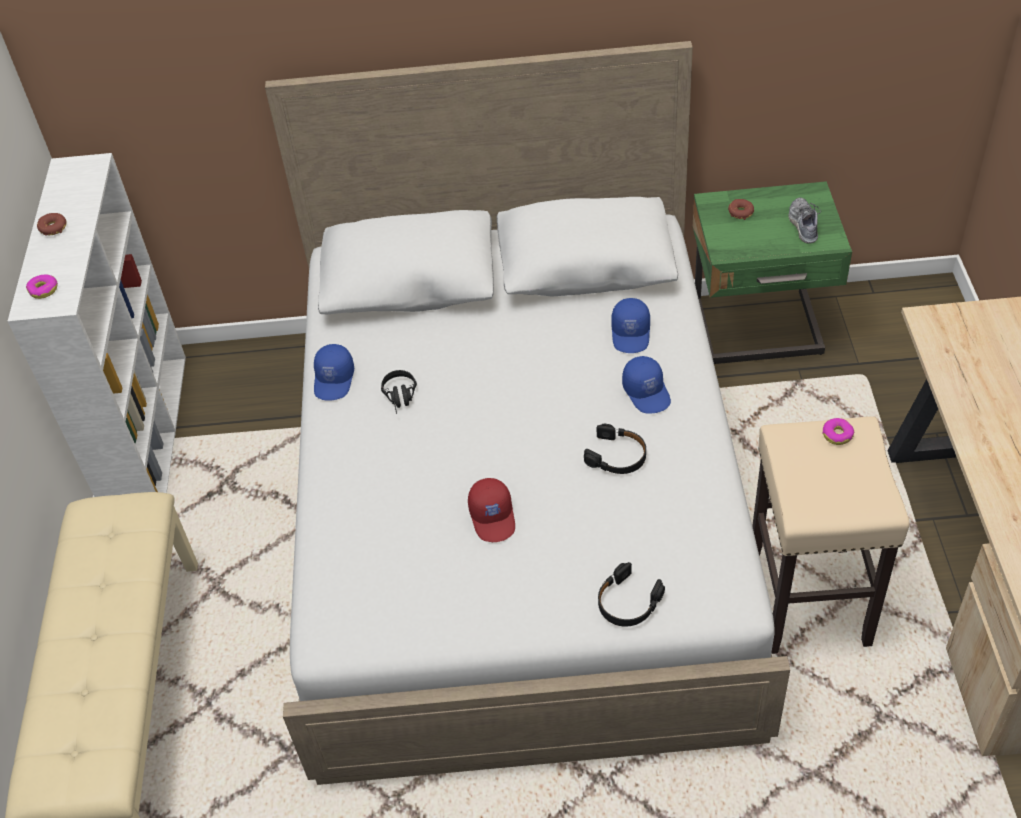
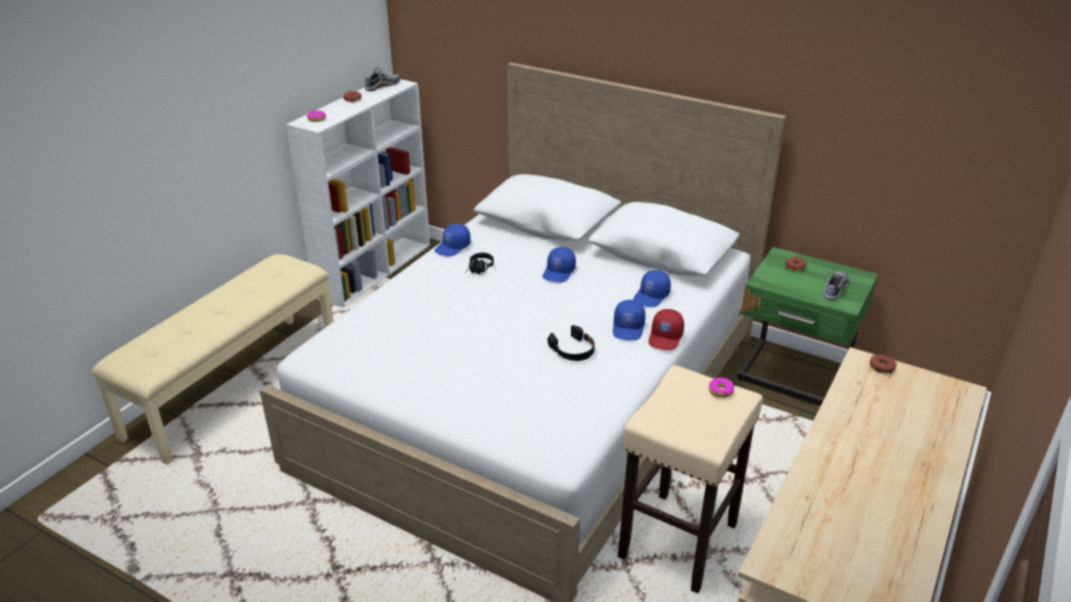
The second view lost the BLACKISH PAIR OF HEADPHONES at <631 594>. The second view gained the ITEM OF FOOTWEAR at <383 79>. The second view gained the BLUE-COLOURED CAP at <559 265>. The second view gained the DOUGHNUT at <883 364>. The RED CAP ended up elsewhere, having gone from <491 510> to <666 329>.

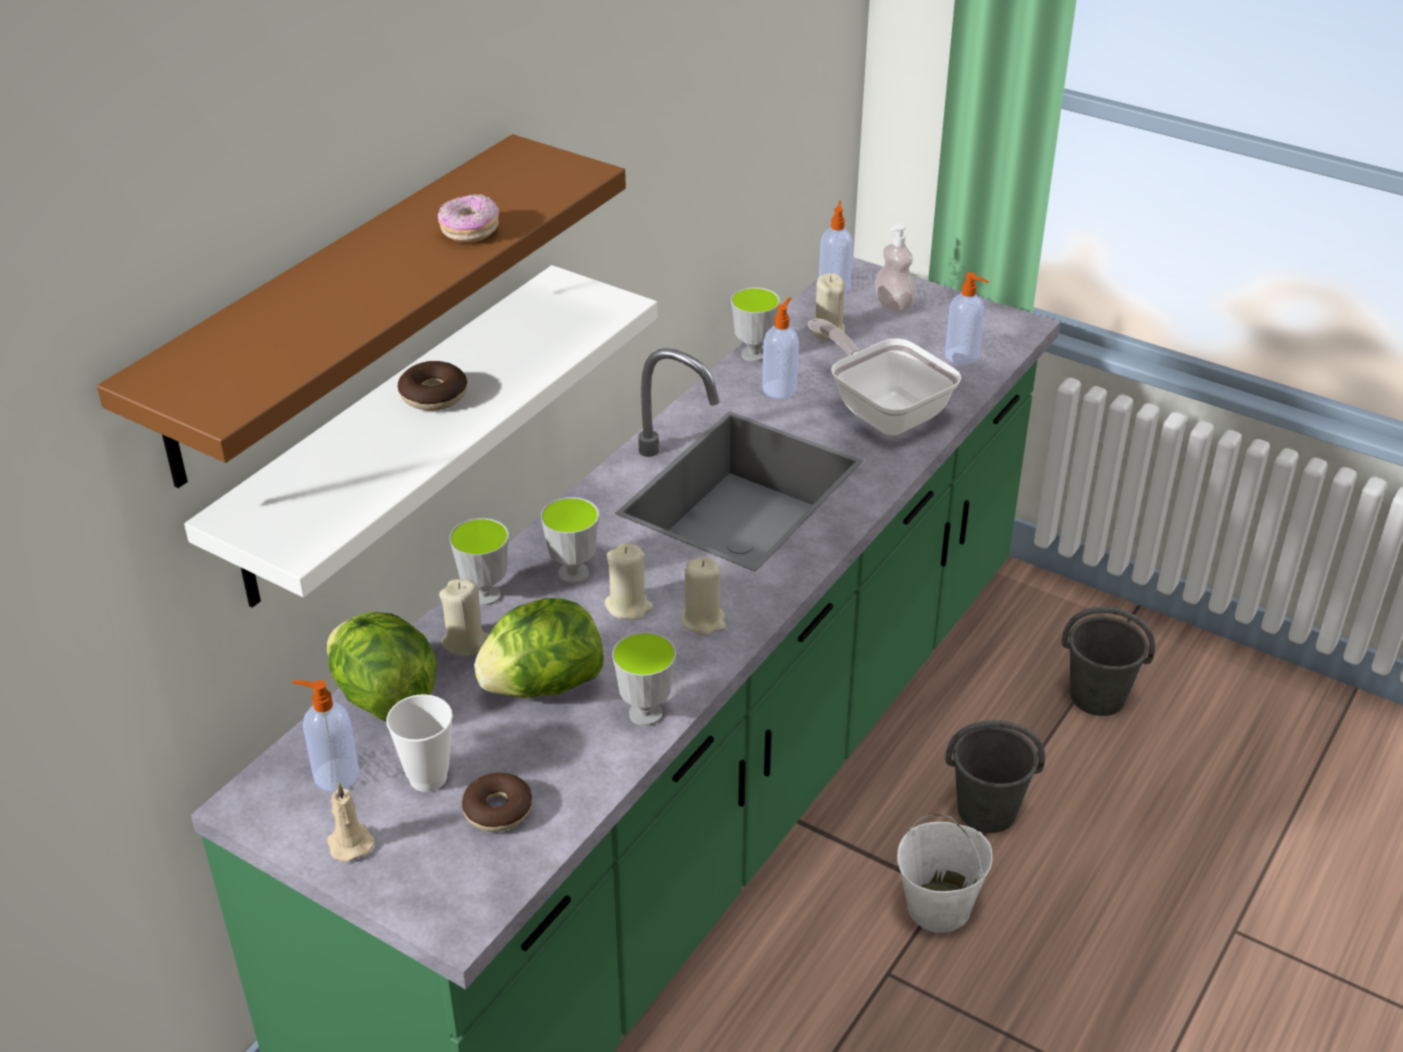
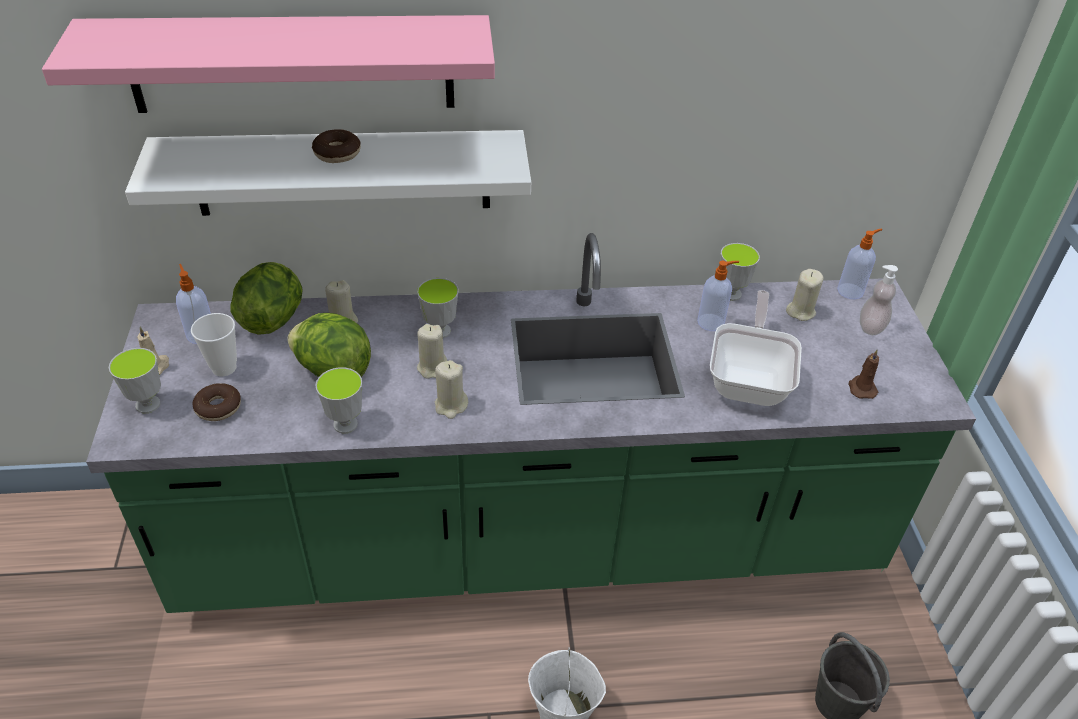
The second view lost the DOUGHNUT at <468 218>. The second view lost the GREY WATER BUCKET at <995 776>. The DRINKING CUP ended up elsewhere, having gone from <479 562> to <135 380>. Where the LIQUID SOAP BOTTLE stood at <967 318>, the BROWN CANDLE came to stand at <864 374>. What was the BROWN SHELF at <361 311> turned into the PINKISH SHELF at <268 64>.

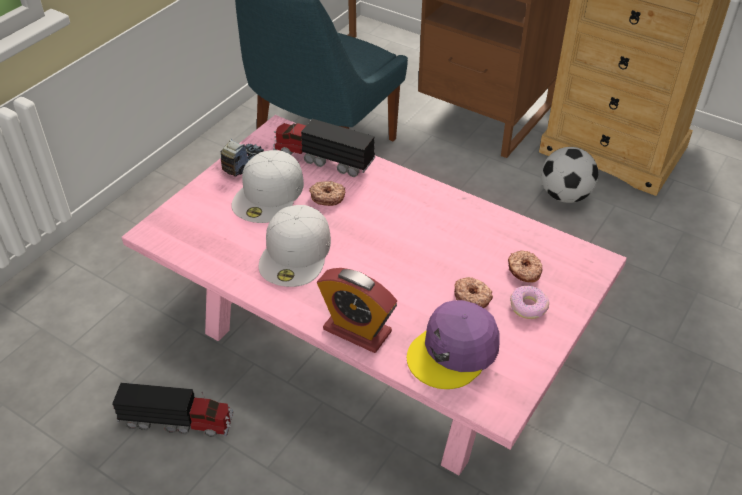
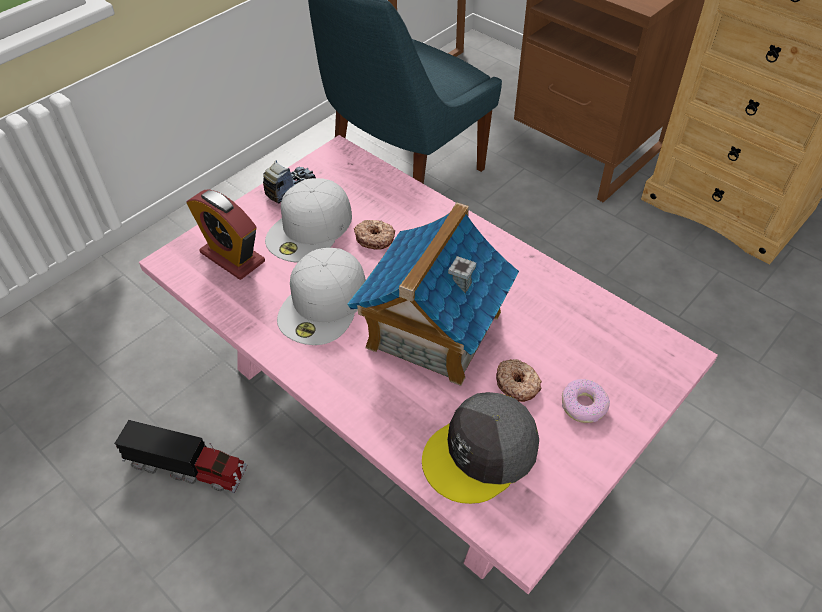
The second view lost the TOY LORRY at <324 148>. The second view lost the DOUGHNUT at <525 267>. The second view lost the FOOTBALL BALL at <570 175>. The second view gained the MODEL HOUSE at <433 294>. The BEDSIDE CLOCK ended up elsewhere, having gone from <357 310> to <225 234>. What was the PURPLE CAP at <453 344> turned into the GREY CAP at <480 448>.

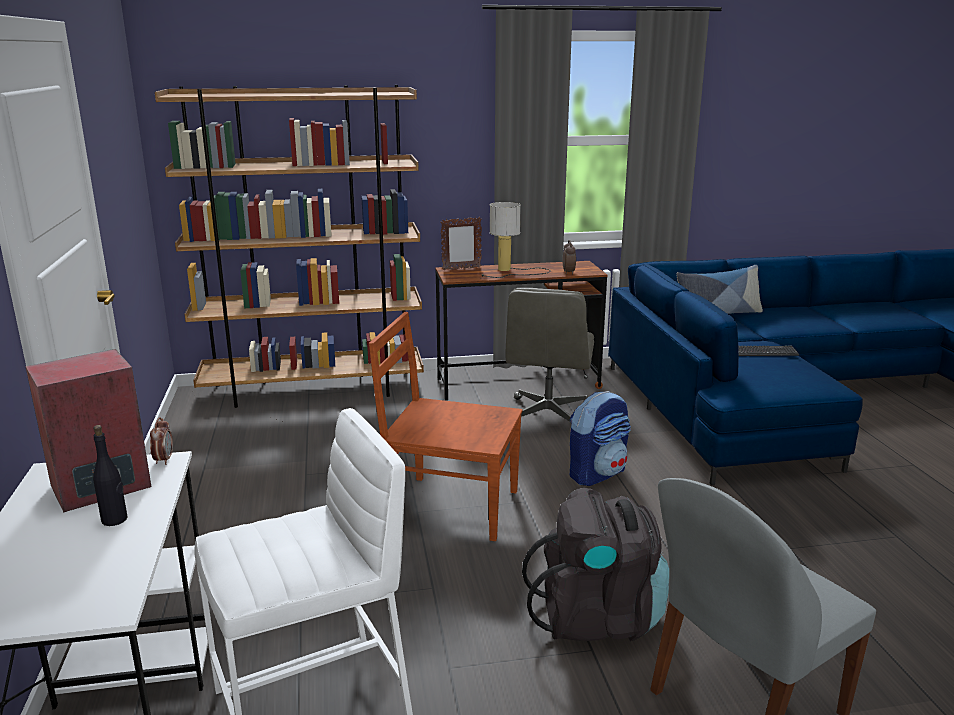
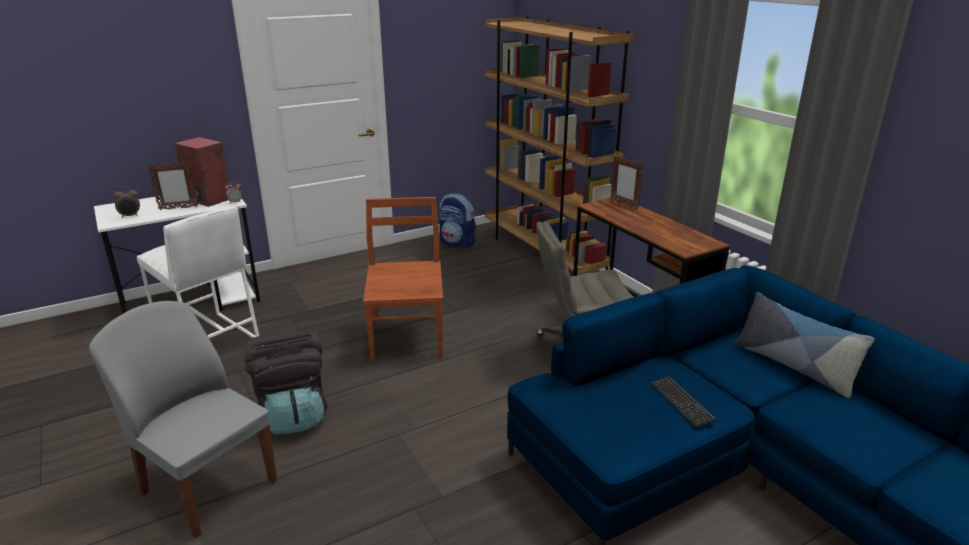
The second view lost the TABLETOP LAMP at <516 240>. The BEDSIDE CLOCK ended up elsewhere, having gone from <569 257> to <126 202>. The RUCKSACK ended up elsewhere, having gone from <600 438> to <457 221>. Where the BLACKISH BOTTLE stood at <110 475>, the PICTURE FRAME came to stand at <173 185>.

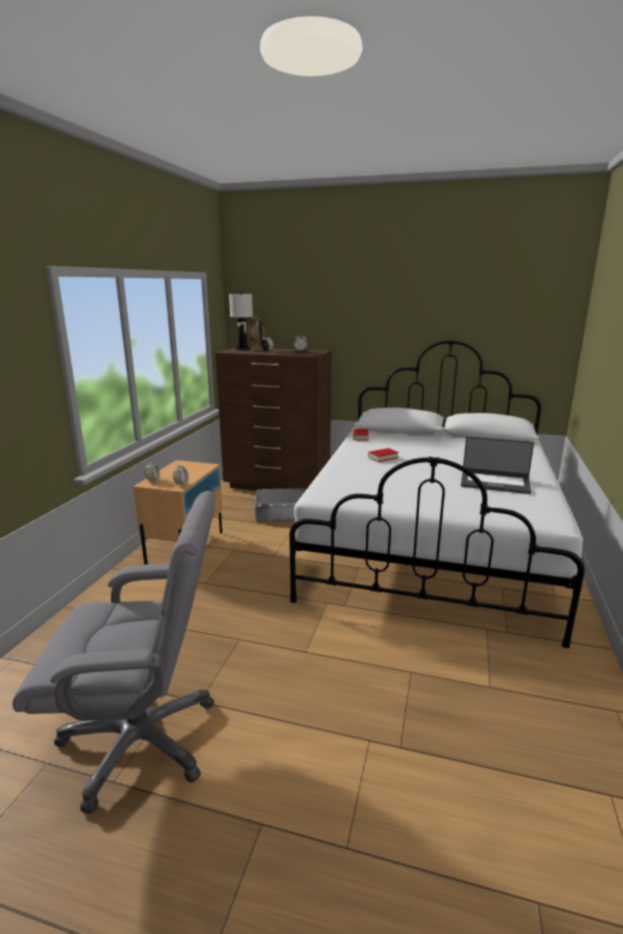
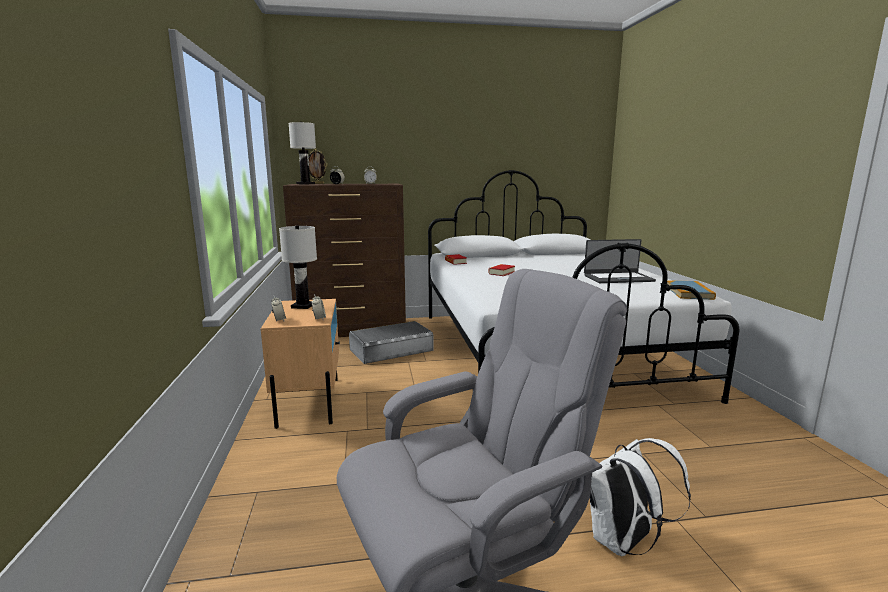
The second view gained the WHITE-COLOURED TABLETOP LAMP at <298 267>. The second view gained the WHITE-COLOURED RUCKSACK at <640 497>. The second view gained the VOLUME at <691 290>.

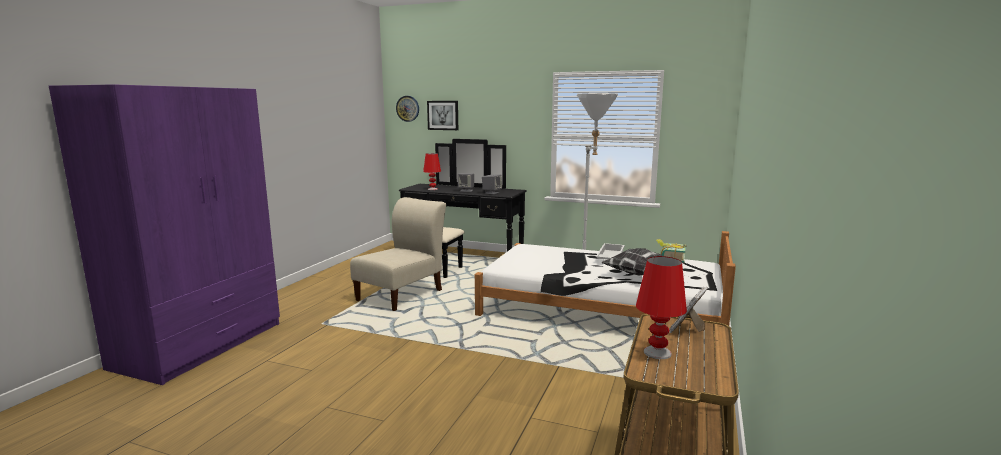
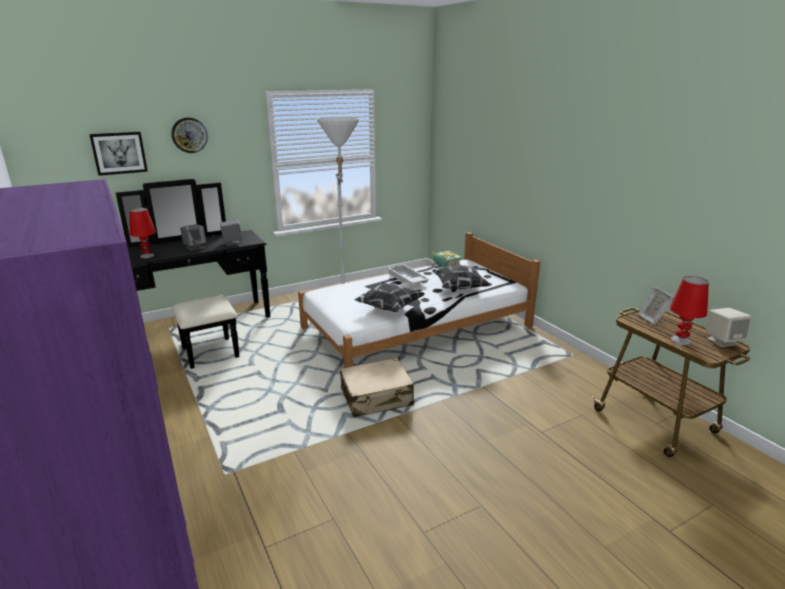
The second view lost the BEIGE UPRIGHT CHAIR at <398 254>. The second view gained the BEIGE SUITCASE at <377 387>. The second view gained the CUSHION at <389 297>. The second view gained the BEIGE AUDIO SPEAKER at <729 327>. The WALL CLOCK ended up elsewhere, having gone from <407 109> to <189 135>.

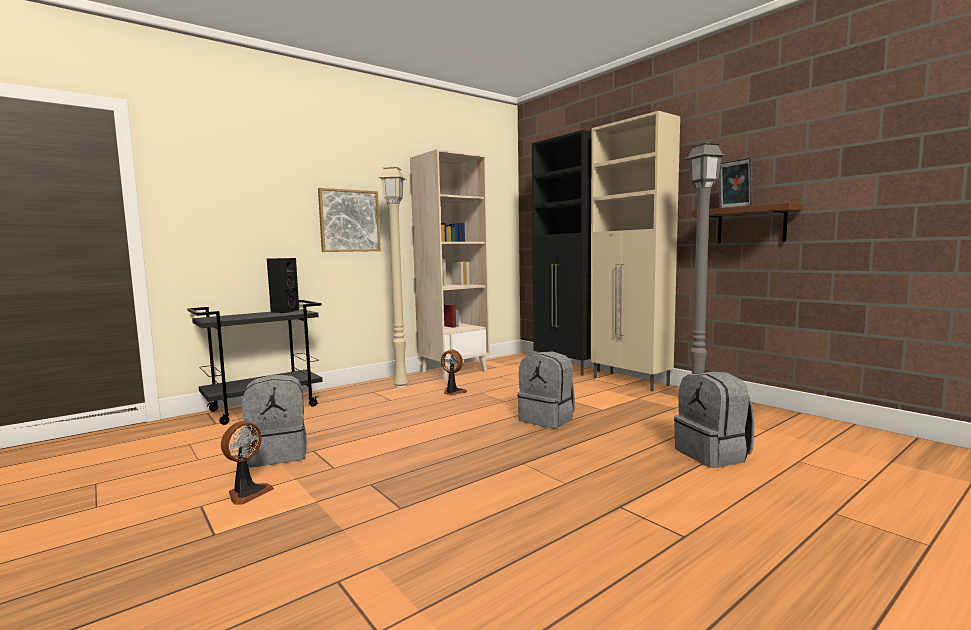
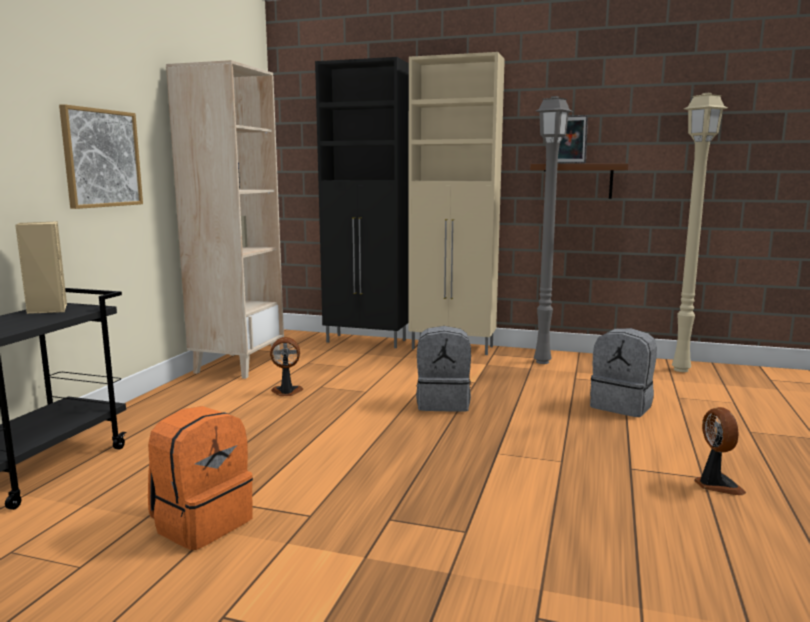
The FAN ended up elsewhere, having gone from <247 463> to <720 451>. The BEIGE STANDING LAMP ended up elsewhere, having gone from <393 277> to <699 232>. What was the GREY RUCKSACK at <274 421> turned into the ORANGE RUCKSACK at <200 478>. What was the BLACKISH AUDIO SPEAKER at <283 285> turned into the BEIGE AUDIO SPEAKER at <41 267>.

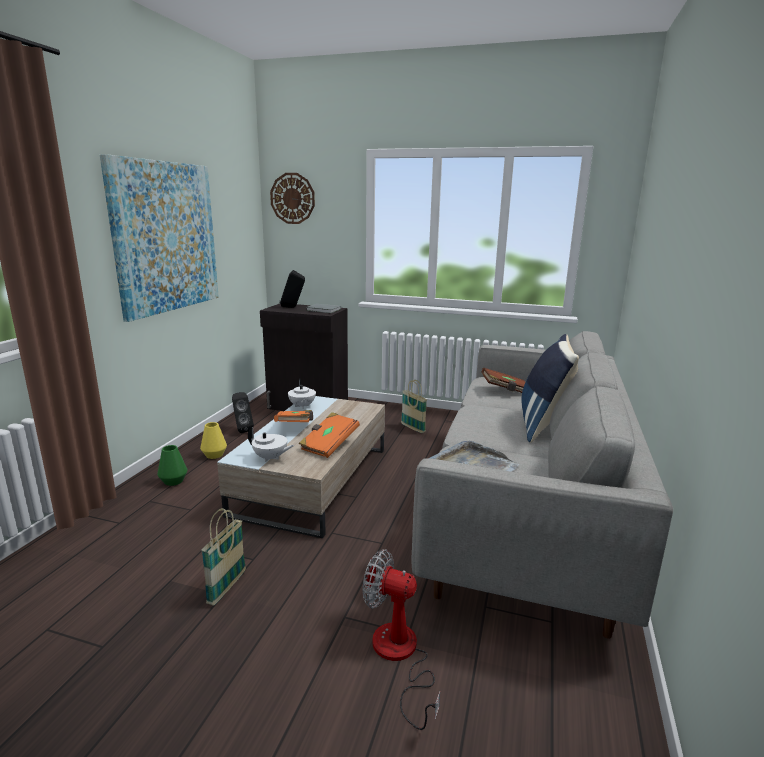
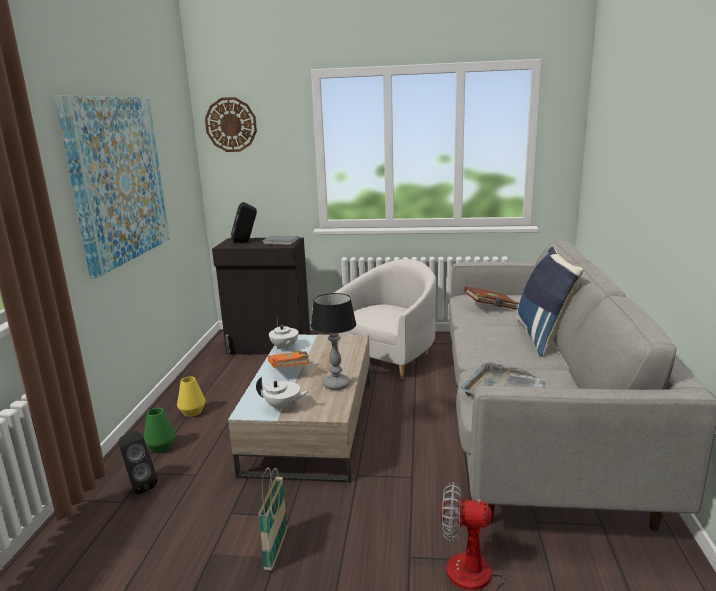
The BLACKISH AUDIO SPEAKER ended up elsewhere, having gone from <243 412> to <138 463>. Where the ORANGE VOLUME stood at <329 435>, the TABLETOP LAMP came to stand at <333 341>. Where the BASKET stood at <414 406>, the WHITE-COLOURED LOUNGE CHAIR came to stand at <385 319>.

